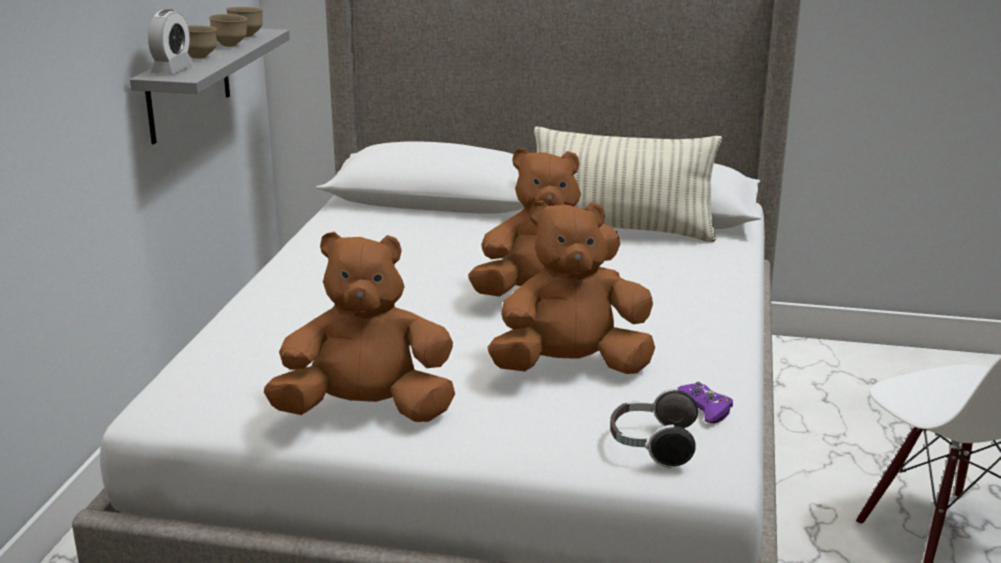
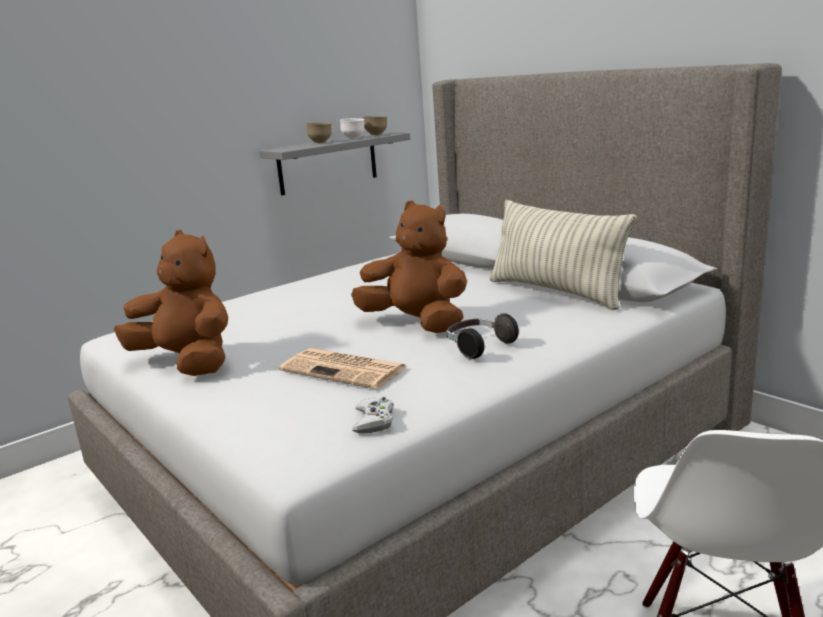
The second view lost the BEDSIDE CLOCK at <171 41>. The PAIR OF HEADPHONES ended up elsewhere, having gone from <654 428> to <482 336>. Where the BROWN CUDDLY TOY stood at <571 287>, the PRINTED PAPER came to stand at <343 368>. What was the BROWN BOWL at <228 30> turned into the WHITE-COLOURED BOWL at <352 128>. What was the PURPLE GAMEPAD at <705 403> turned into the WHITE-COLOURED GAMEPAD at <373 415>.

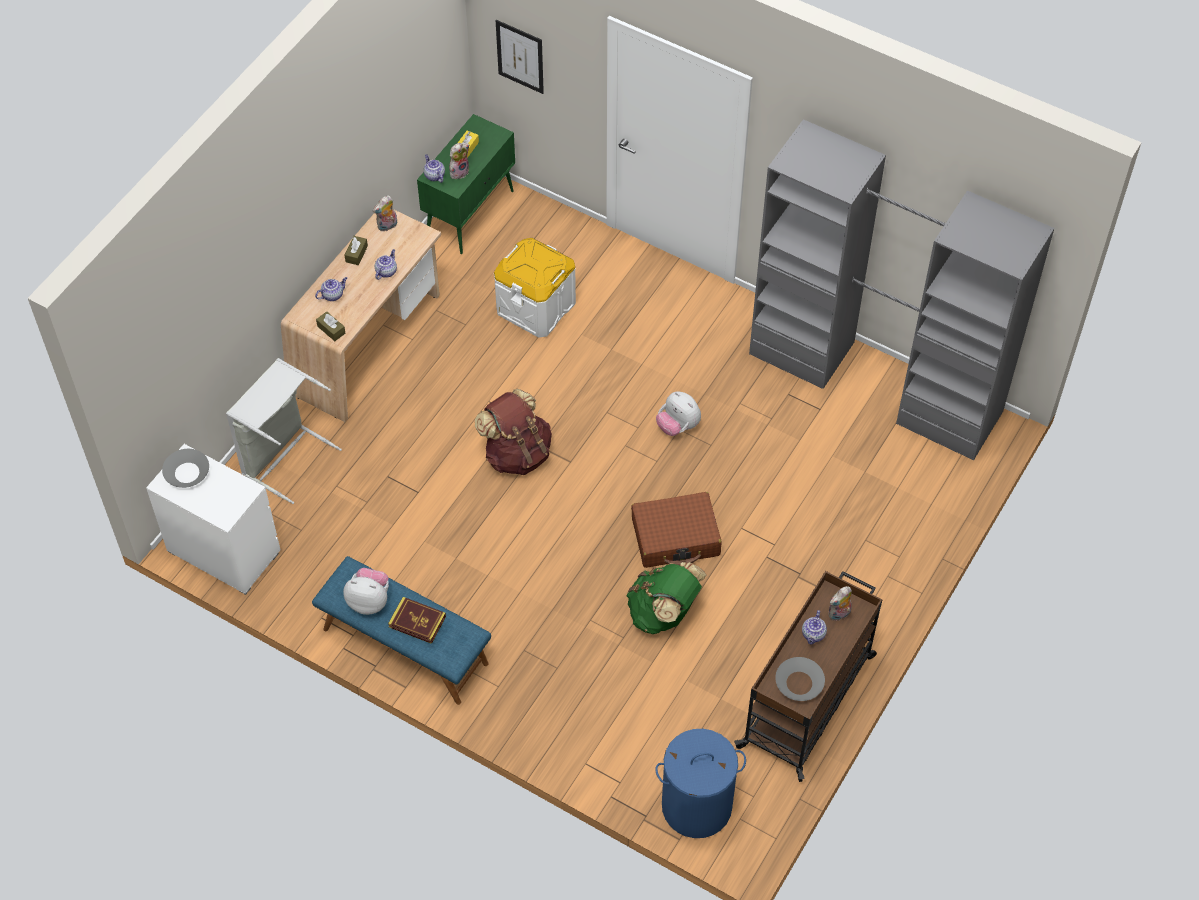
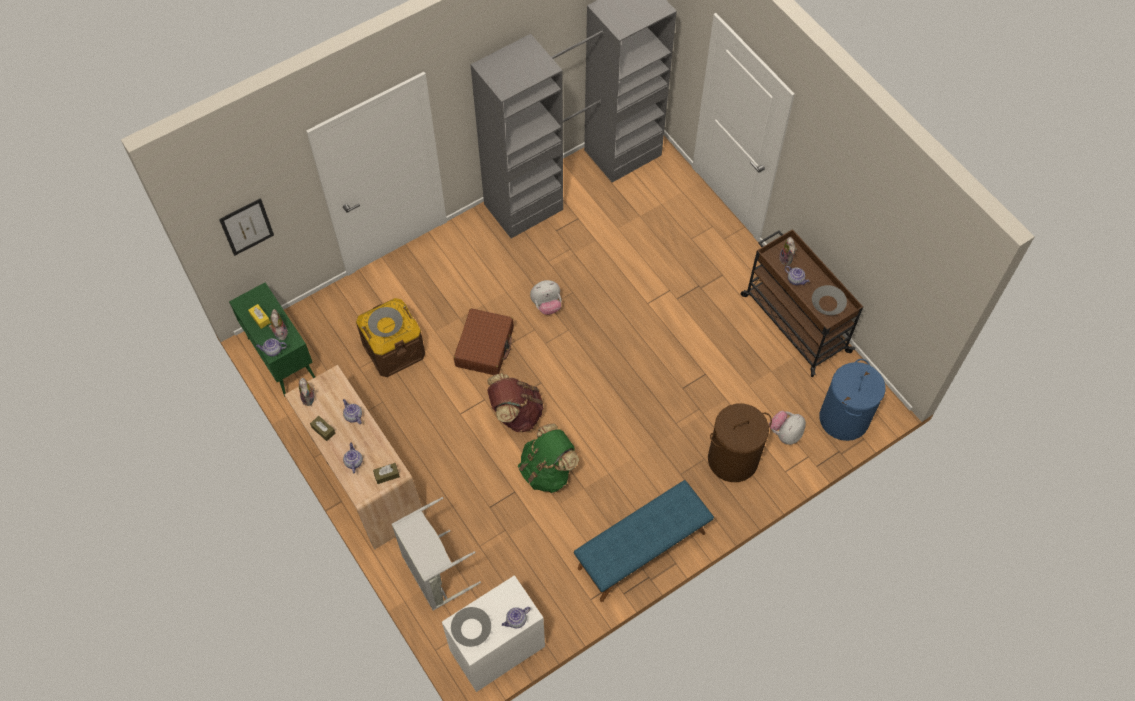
The second view lost the VOLUME at <417 620>. The second view gained the GREY BOWL at <385 322>. The second view gained the TEA POT at <516 617>. The second view gained the BROWN HAMPER at <740 442>. The CUDDLY TOY ended up elsewhere, having gone from <366 591> to <787 428>. The GREEN RUCKSACK ended up elsewhere, having gone from <666 598> to <548 458>. The BROWN SUITCASE ended up elsewhere, having gone from <676 530> to <484 341>. What was the WHITE-COLOURED STORAGE BIN at <535 288> turned into the BROWN STORAGE BIN at <390 337>.

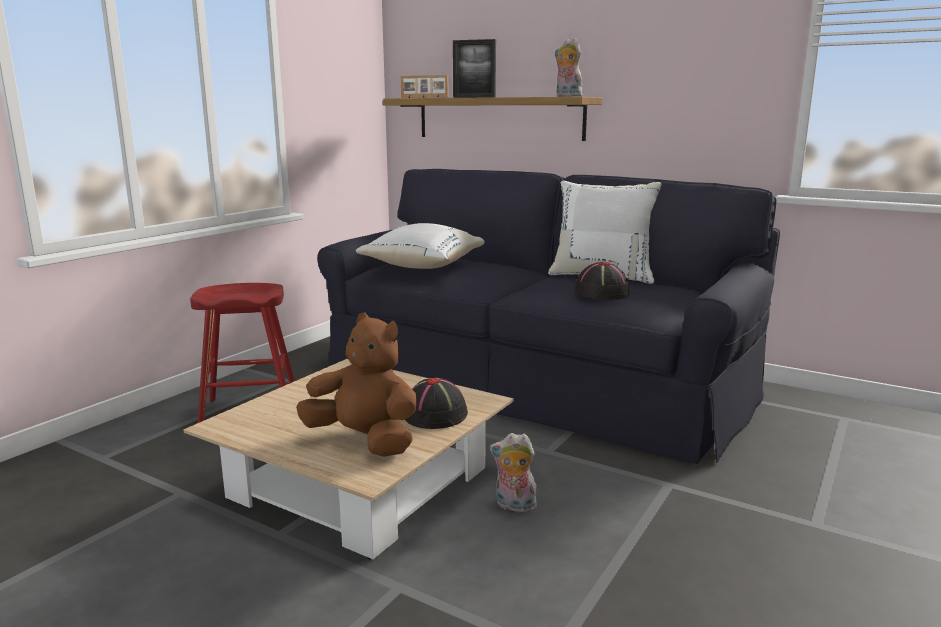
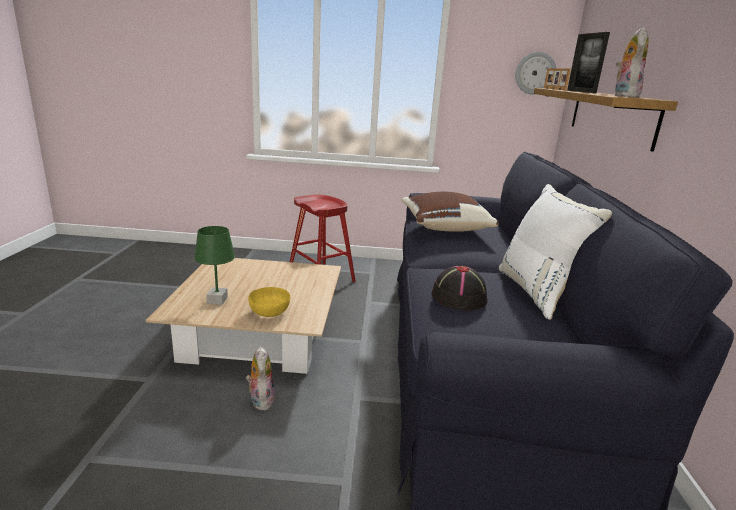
The second view gained the WALL CLOCK at <535 73>. Where the BROWN CUDDLY TOY stood at <356 385>, the GREEN TABLETOP LAMP came to stand at <214 265>. Where the BLACKISH CLOTHING HAT stood at <436 403>, the YELLOWISH BOWL came to stand at <269 302>. What was the WHITE-COLOURED CUSHION at <420 246> turned into the BROWN CUSHION at <450 212>.

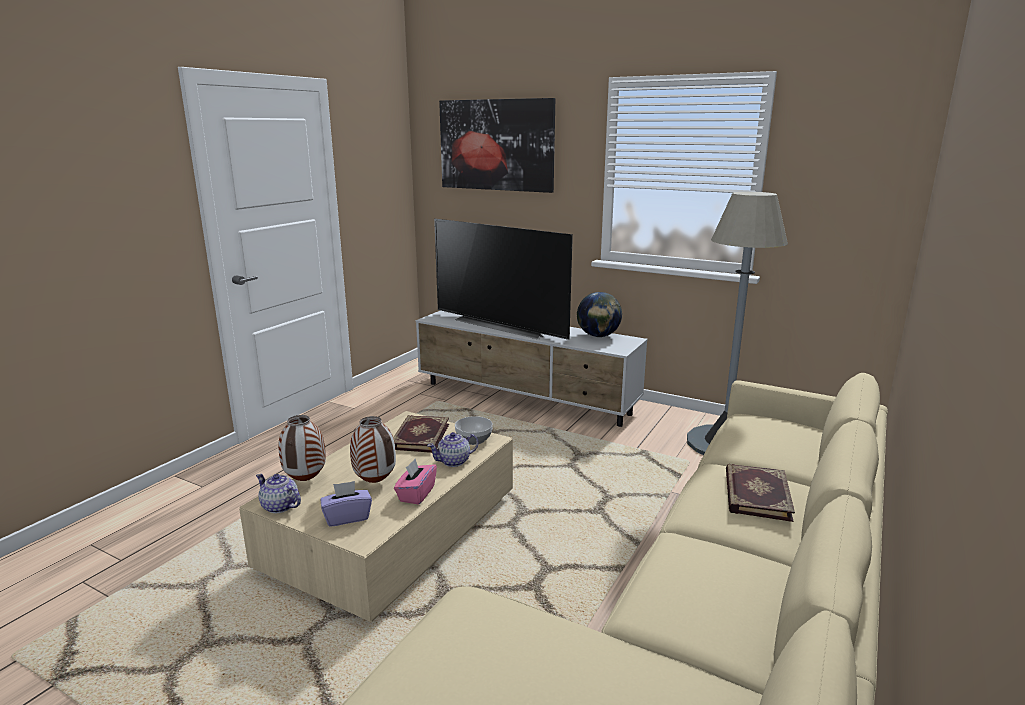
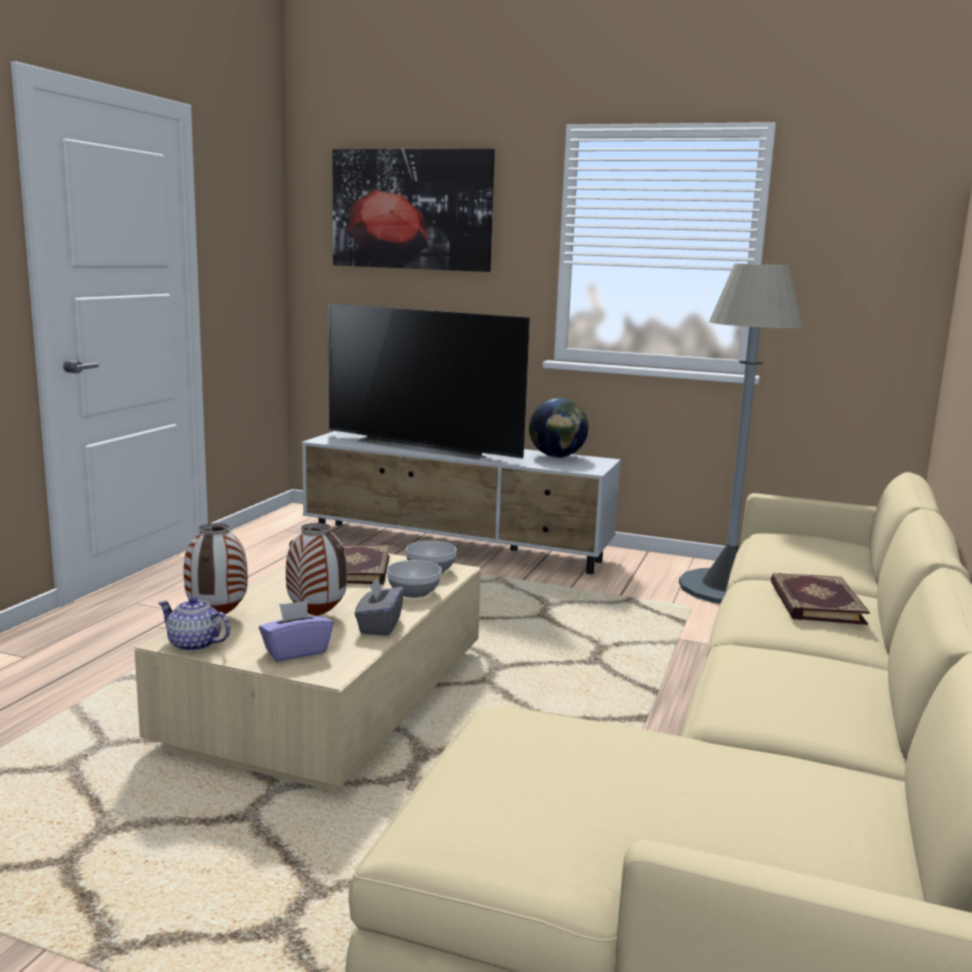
Where the TEA POT stood at <452 449>, the BOWL came to stand at <414 579>. What was the PINKISH TISSUE HOLDER at <415 482> turned into the GREY TISSUE HOLDER at <379 606>.

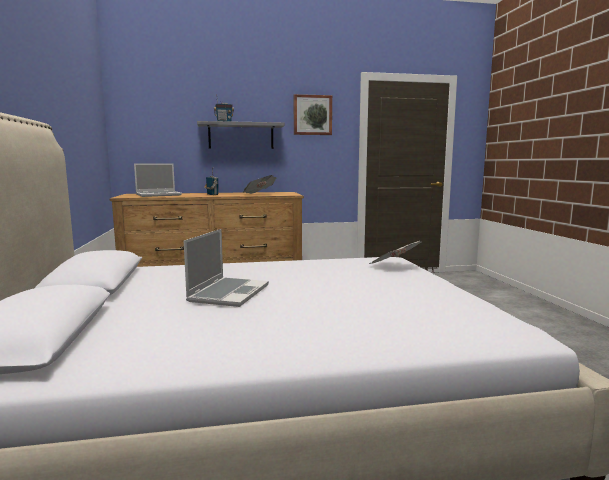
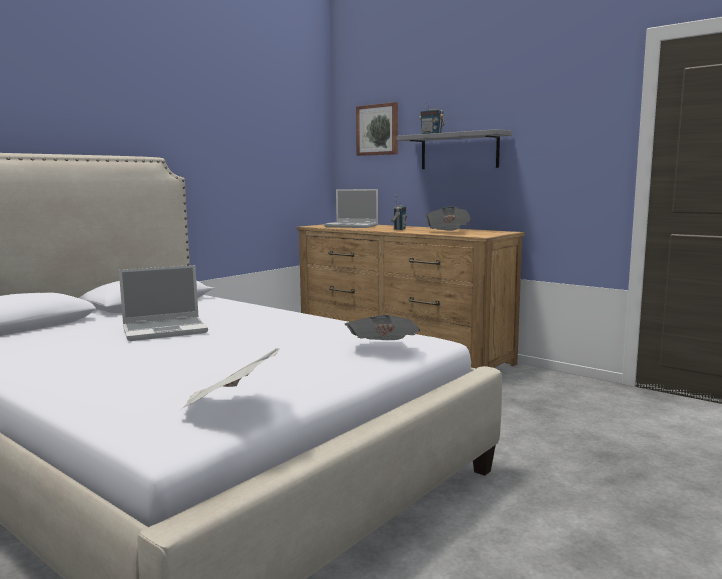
The second view gained the PRINTED PAPER at <230 379>. The WALL ART ended up elsewhere, having gone from <313 114> to <377 129>.

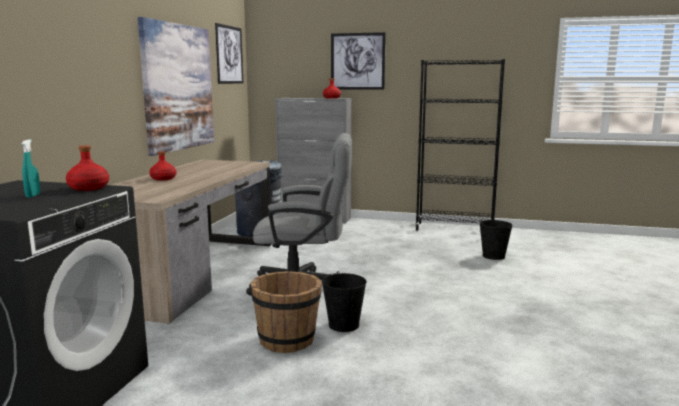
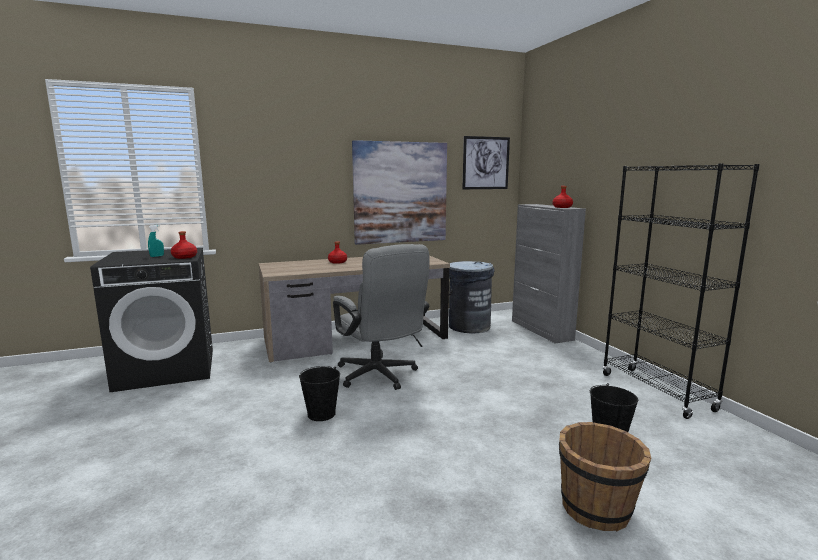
The second view lost the WALL ART at <358 61>. The BROWN WATER BUCKET ended up elsewhere, having gone from <286 312> to <605 476>.

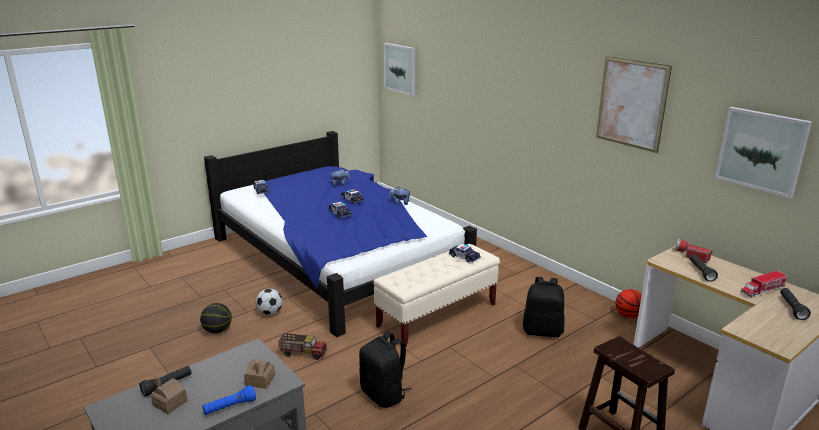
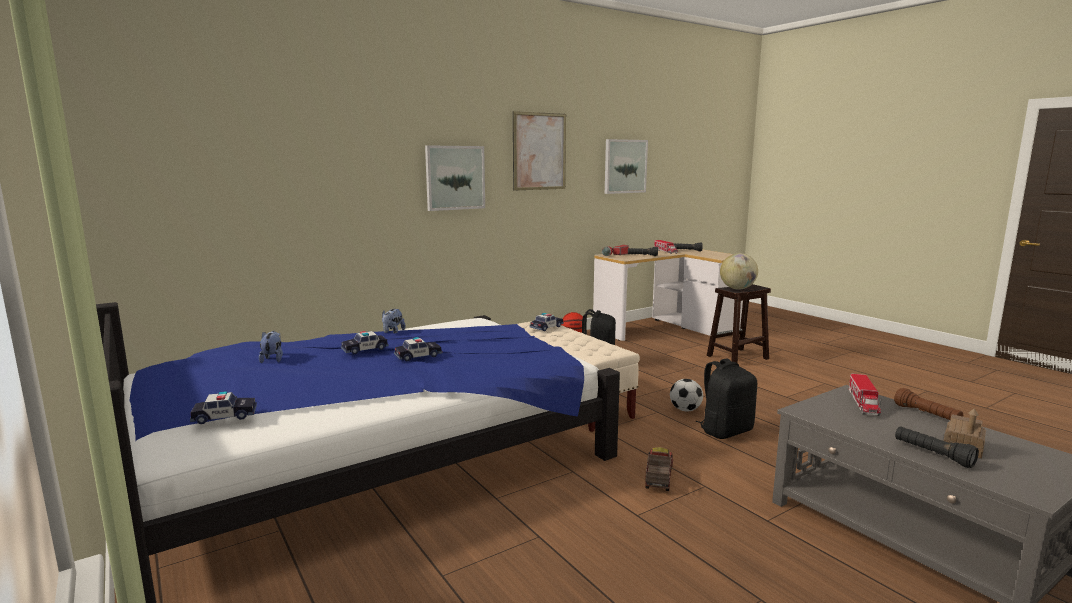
The second view lost the BASKETBALL BALL at <216 318>. The second view gained the WORLD GLOBE at <739 271>. The FOOTBALL BALL ended up elsewhere, having gone from <269 302> to <686 395>. The WALL ART ended up elsewhere, having gone from <399 69> to <455 178>. Where the MODEL HOUSE stood at <259 373>, the TOY LORRY came to stand at <865 395>. What was the BLUE-COLOURED HAND TORCH at <229 400> turned into the BROWN HAND TORCH at <928 404>.

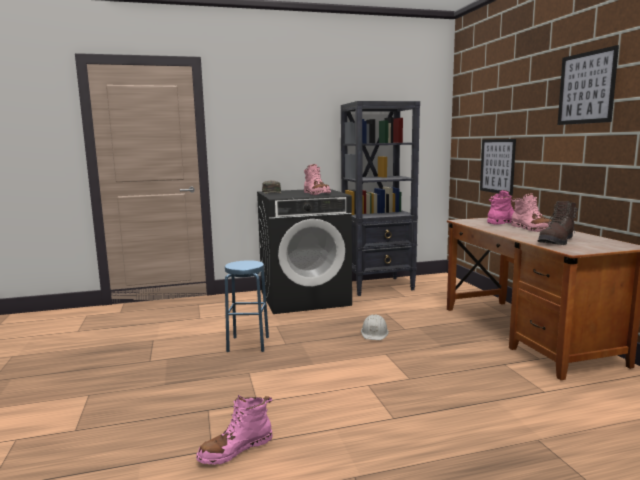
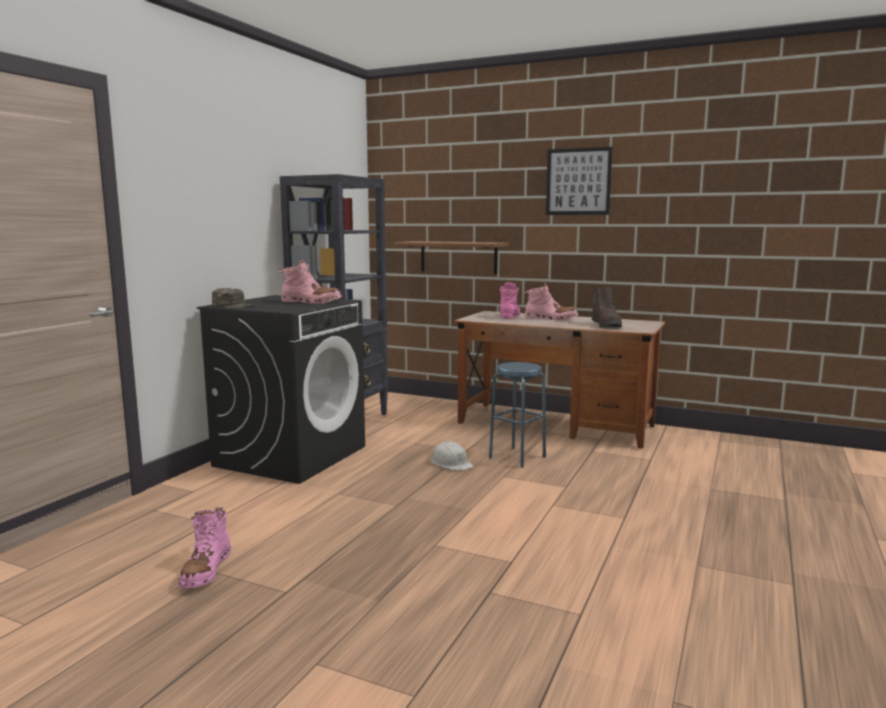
The PINKISH TALL BOOT ended up elsewhere, having gone from <234 430> to <204 547>. The BLUE-COLOURED STOOL SEAT ended up elsewhere, having gone from <247 306> to <517 415>. Where the WALL ART hung at <498 167>, the SHELF came to hang at <451 257>.

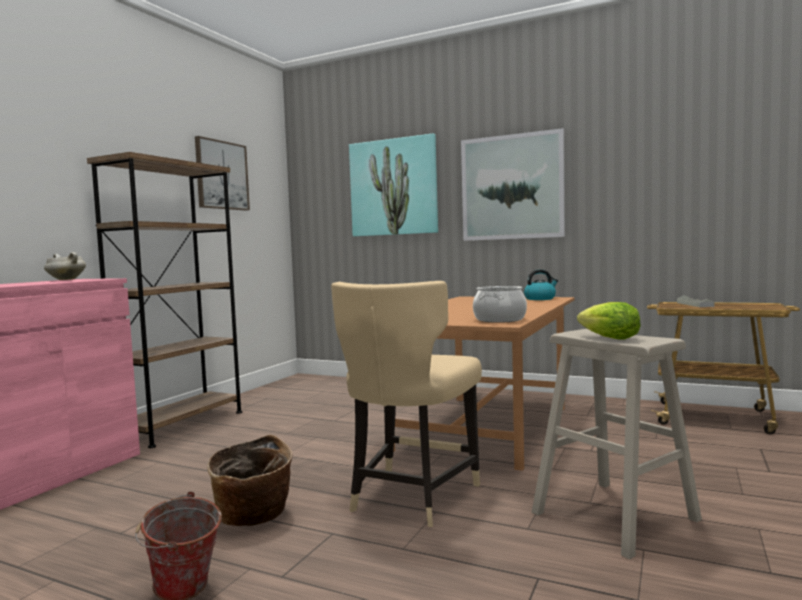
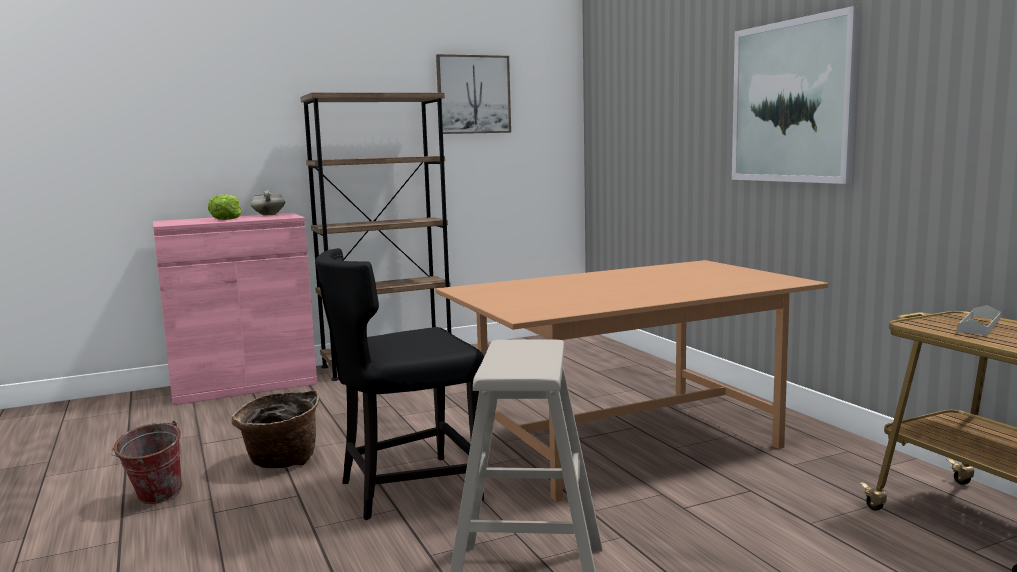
The second view lost the WALL ART at <393 185>. The second view lost the STOCKPOT at <500 304>. The second view lost the TEA KETTLE at <541 284>. The LETTUCE HEAD ended up elsewhere, having gone from <609 321> to <224 207>. What was the BEIGE UPRIGHT CHAIR at <406 404> turned into the BLACKISH UPRIGHT CHAIR at <399 384>.

